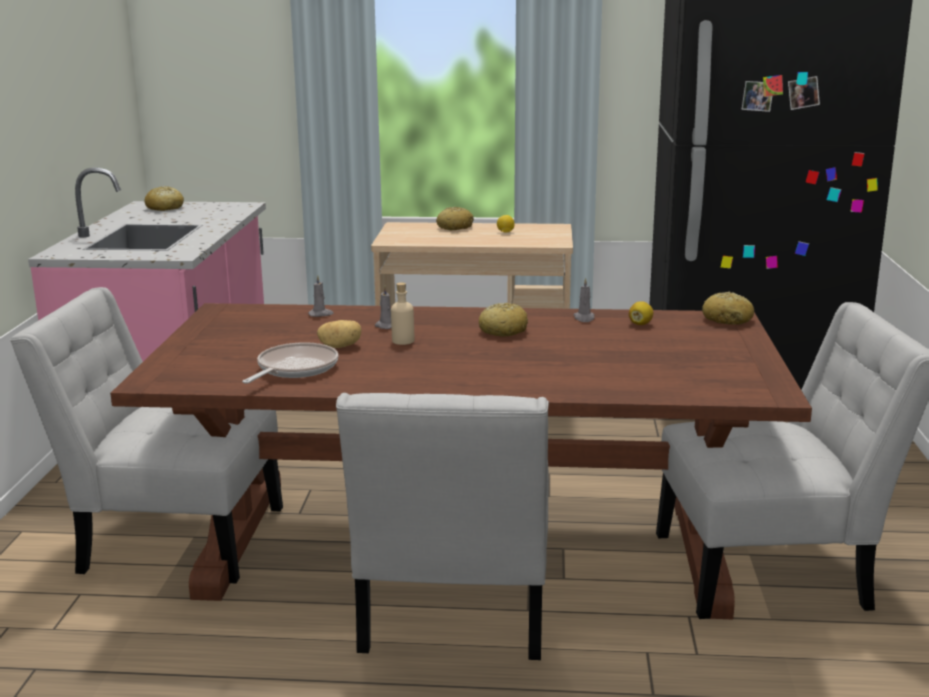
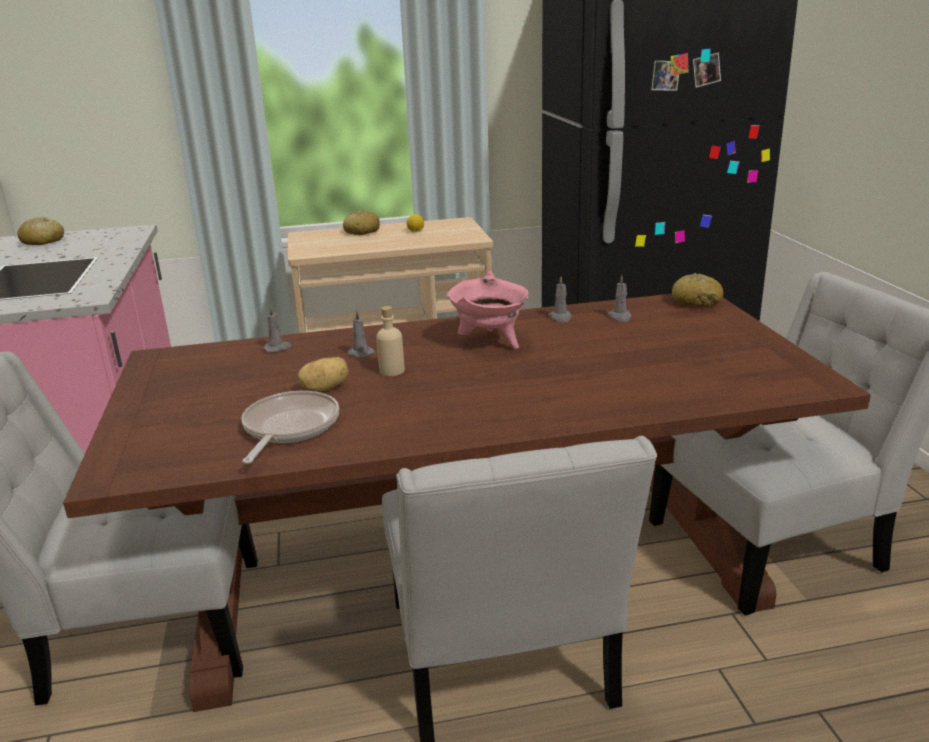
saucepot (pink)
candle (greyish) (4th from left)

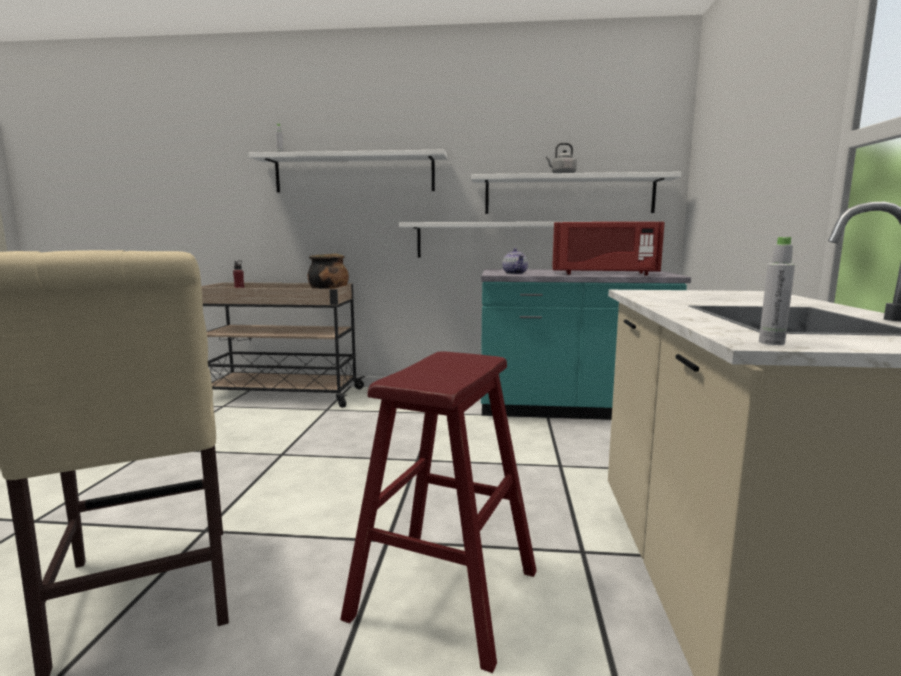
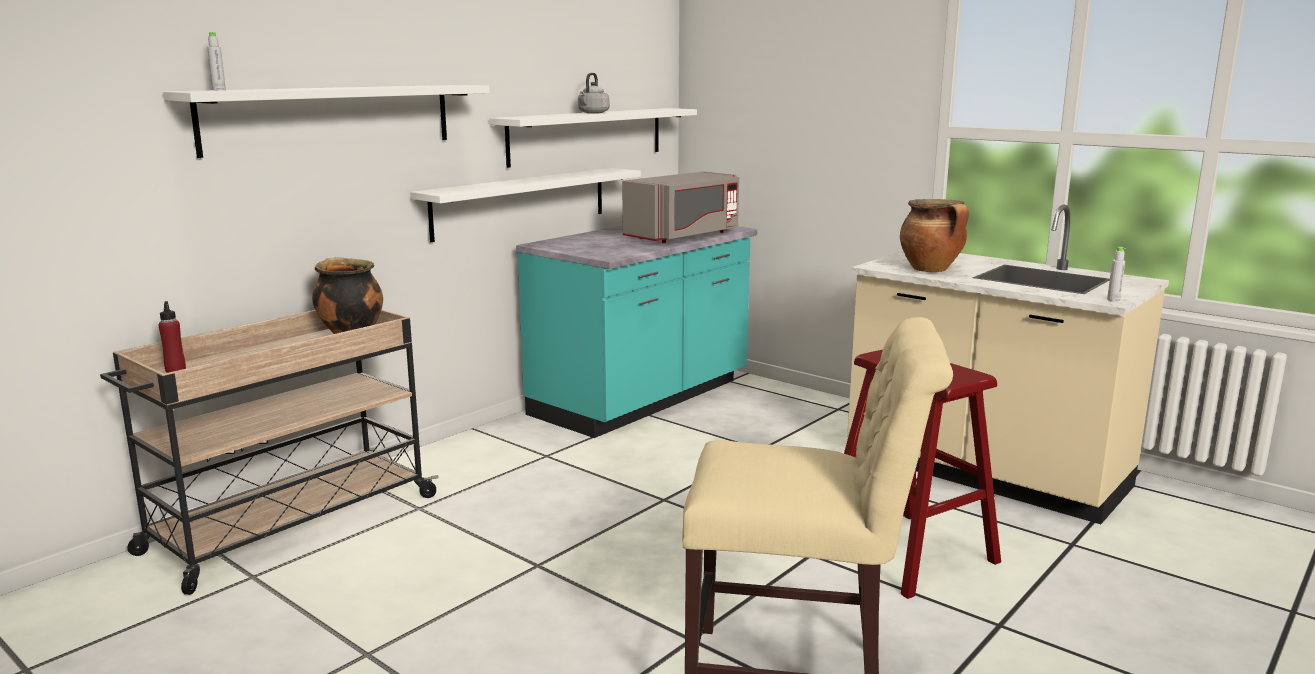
teapot
kitchen microwave (greyish)
saucepot (2nd from left)

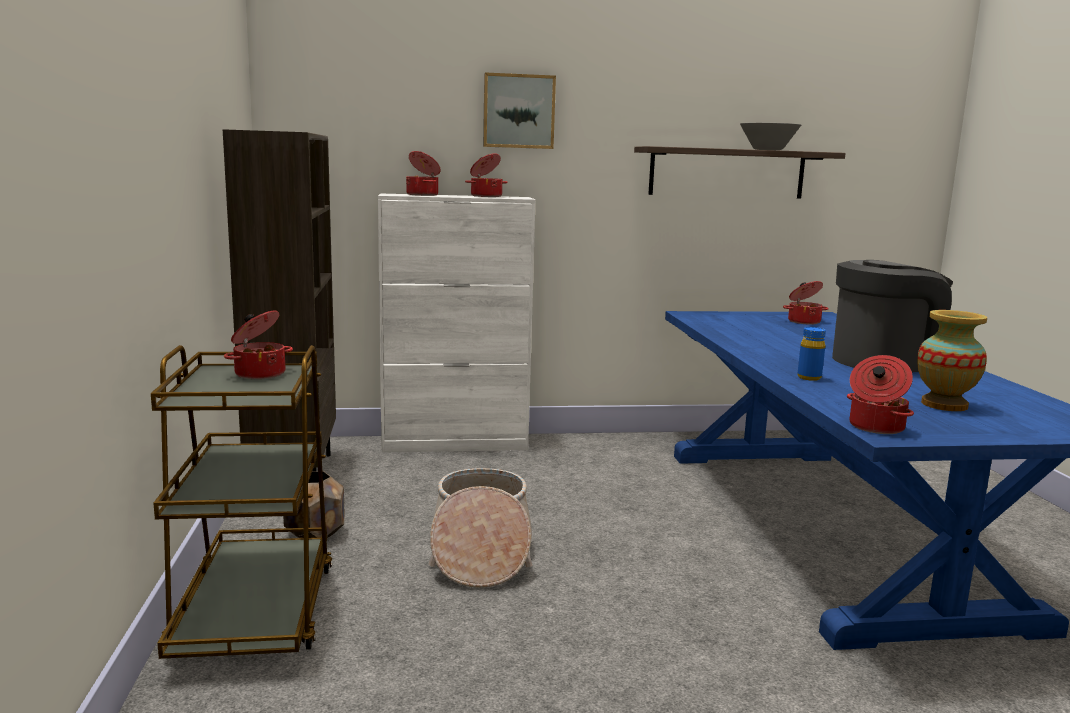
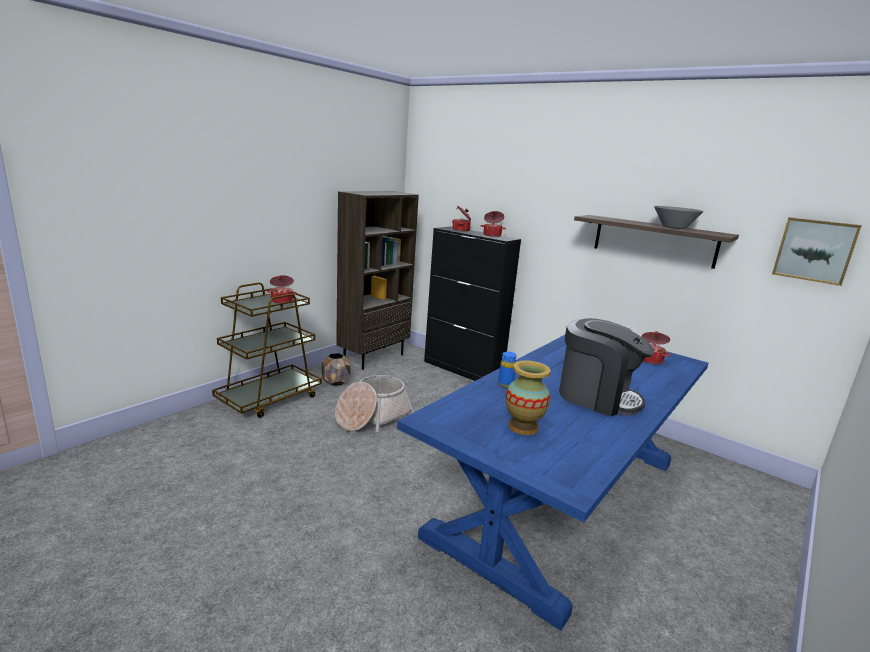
cupboard (blackish)
wall picture
saucepot (5th from left in the first image)

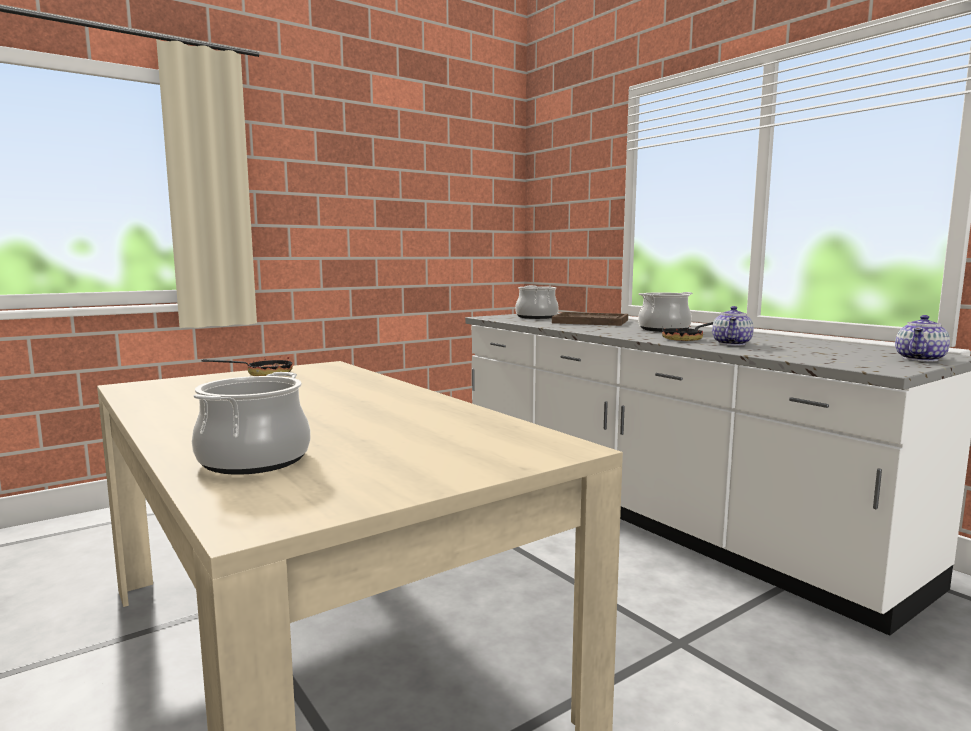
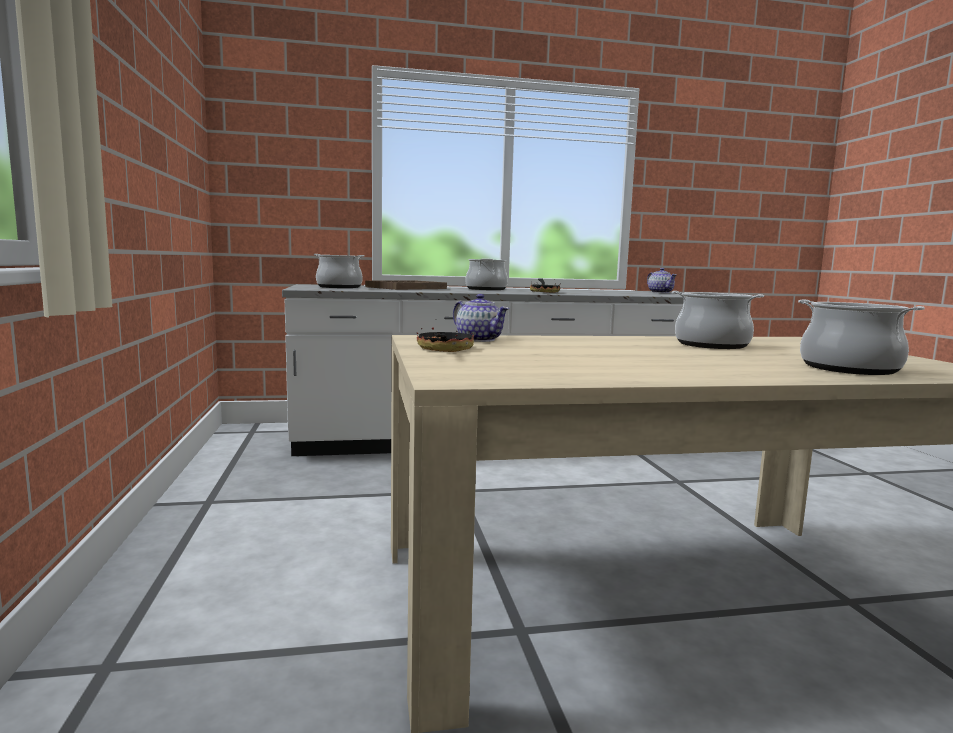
teapot (1st from left)
saucepot (3rd from left)

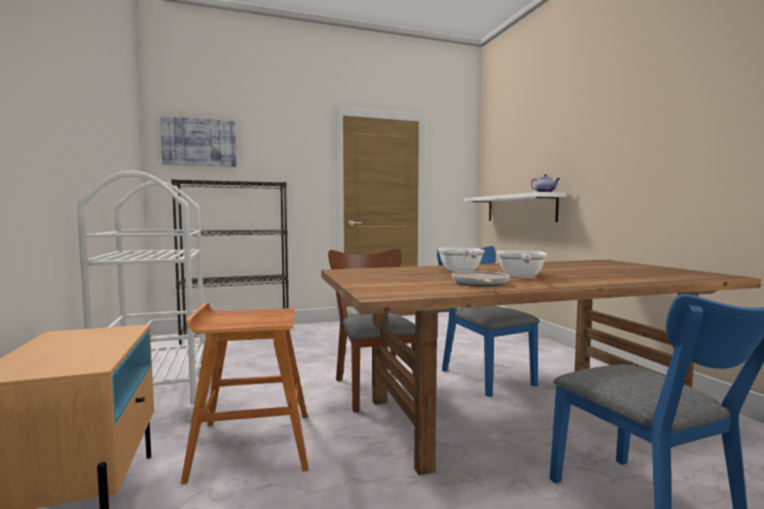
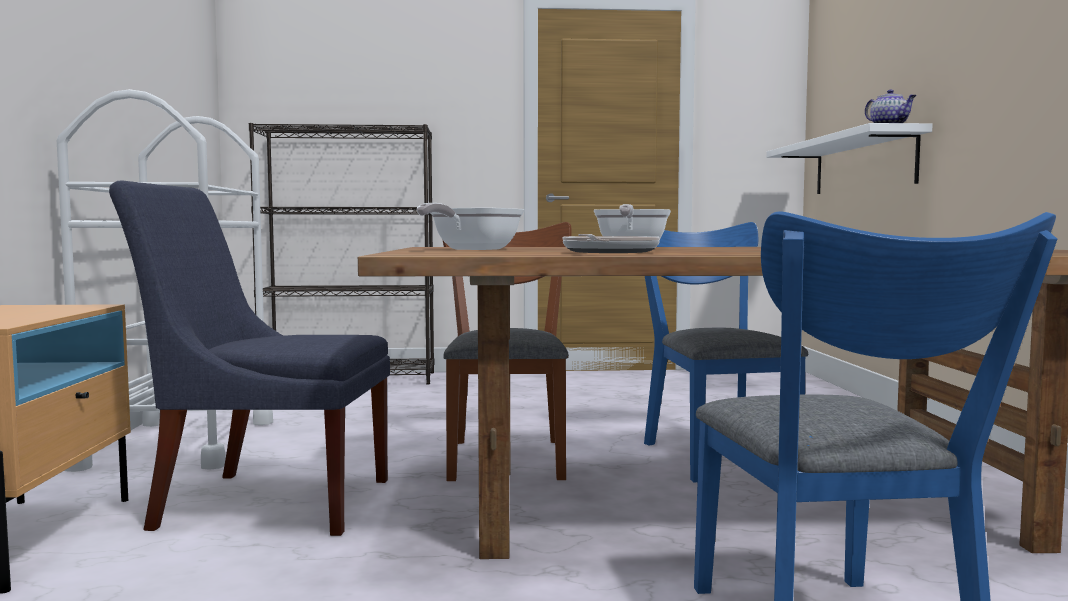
wall picture
upright chair (bluish) (1st from left)
frying pan (1st from left)

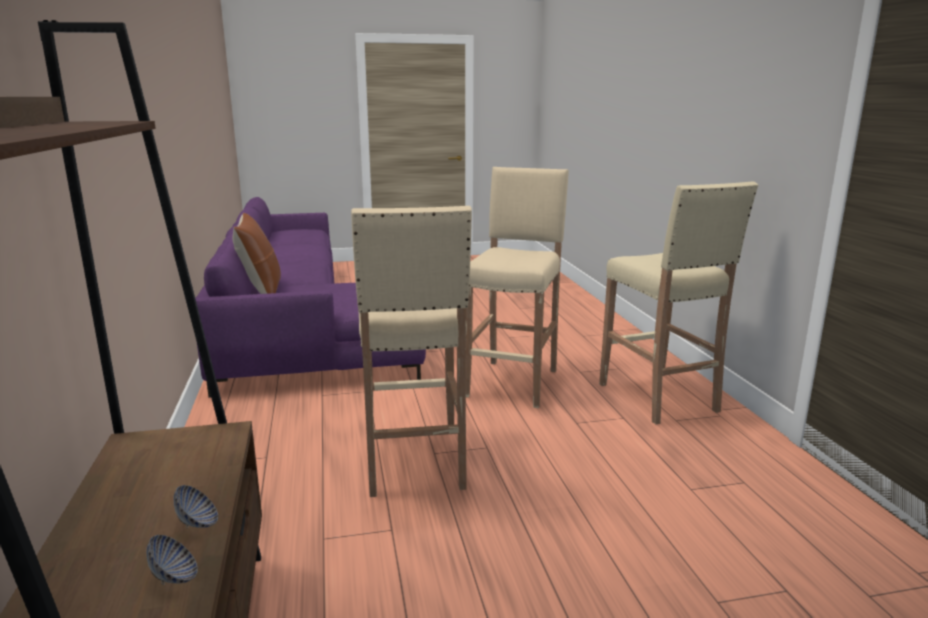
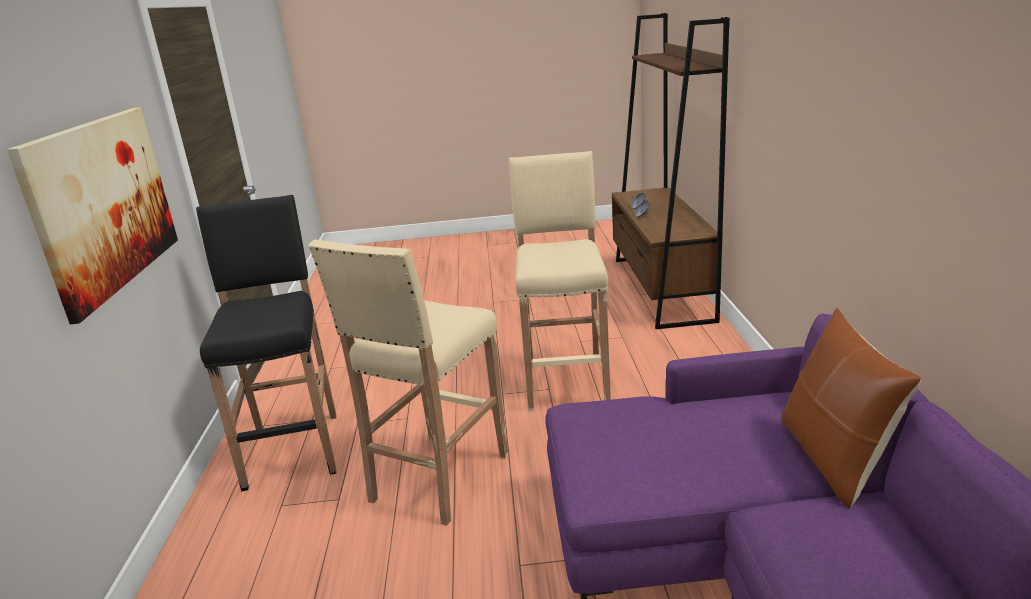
sitting stool (blackish)
wall picture

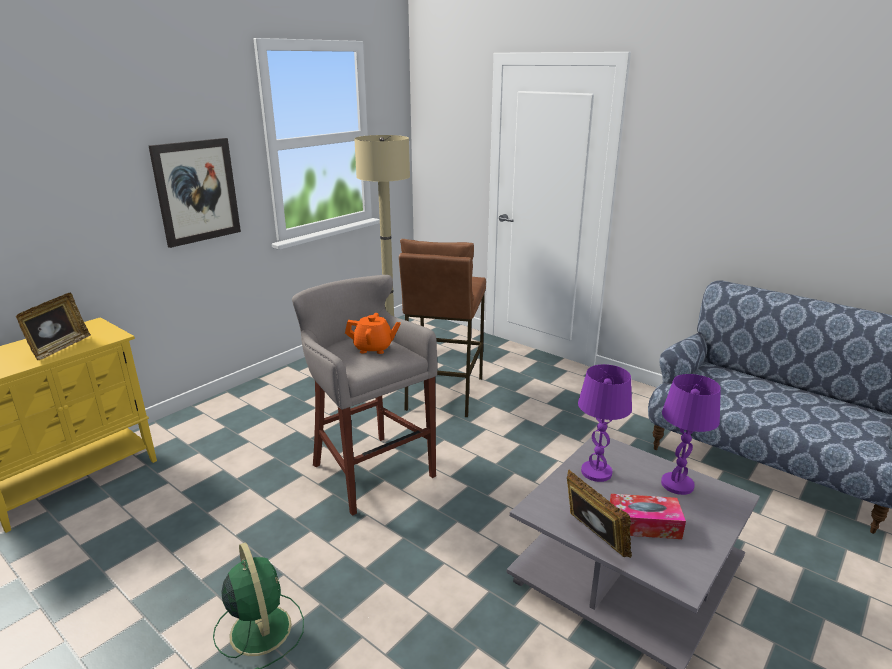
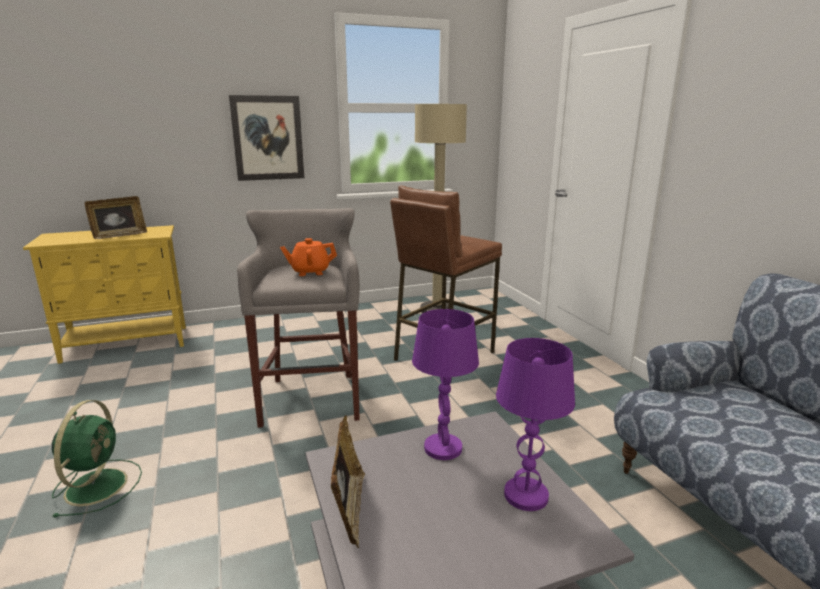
teapot (orange-coloured)
tissue box

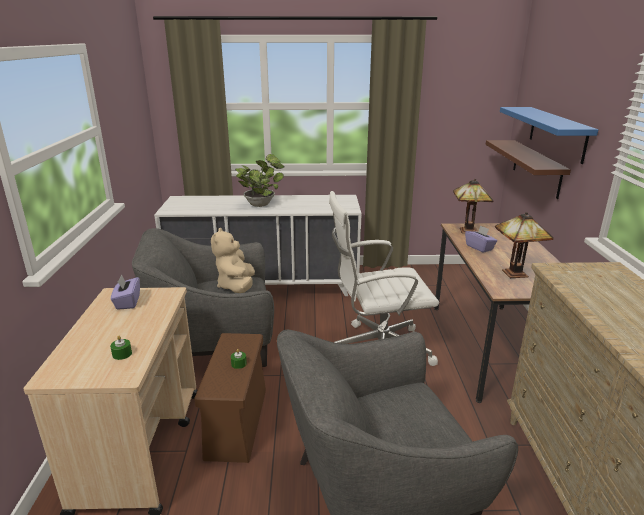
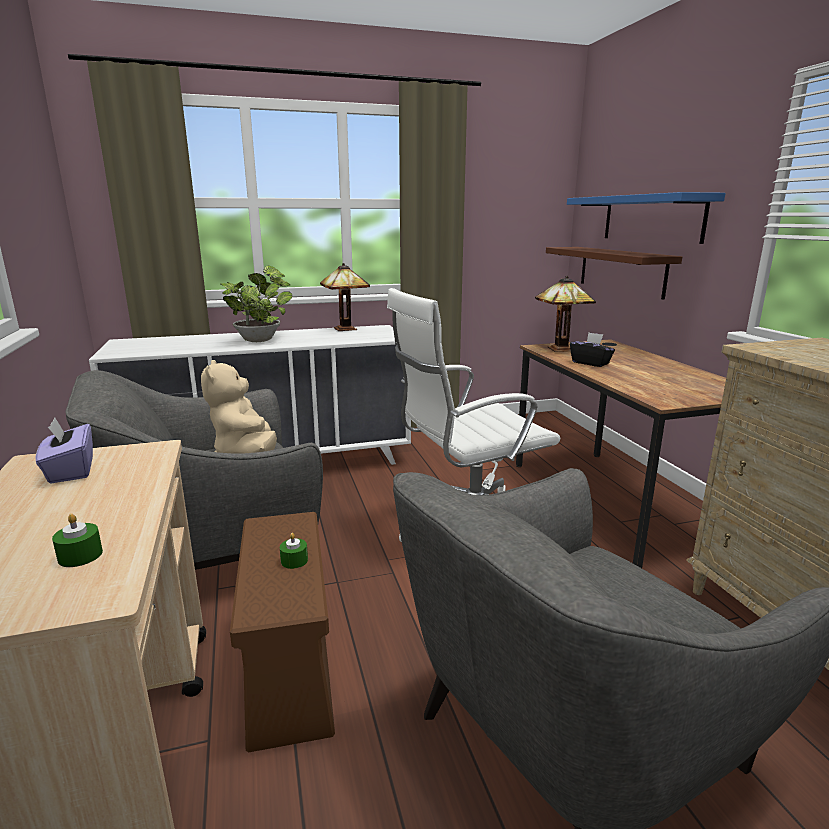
tissue box (blackish)
lamp for a table (1st from left)

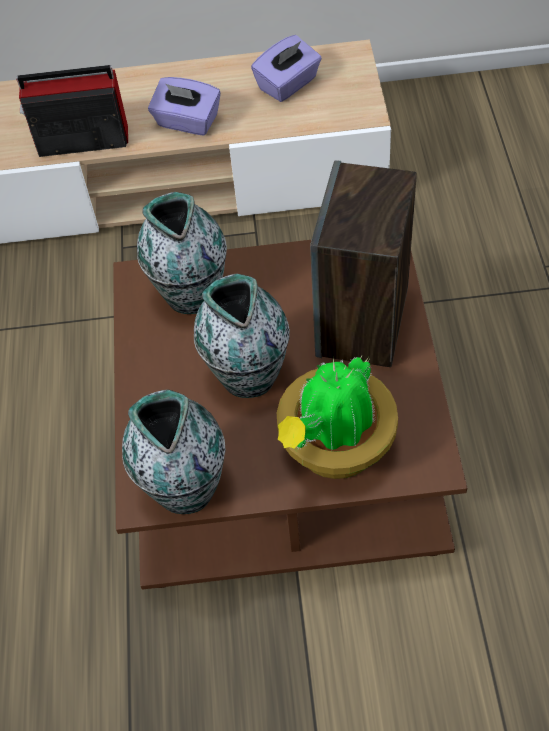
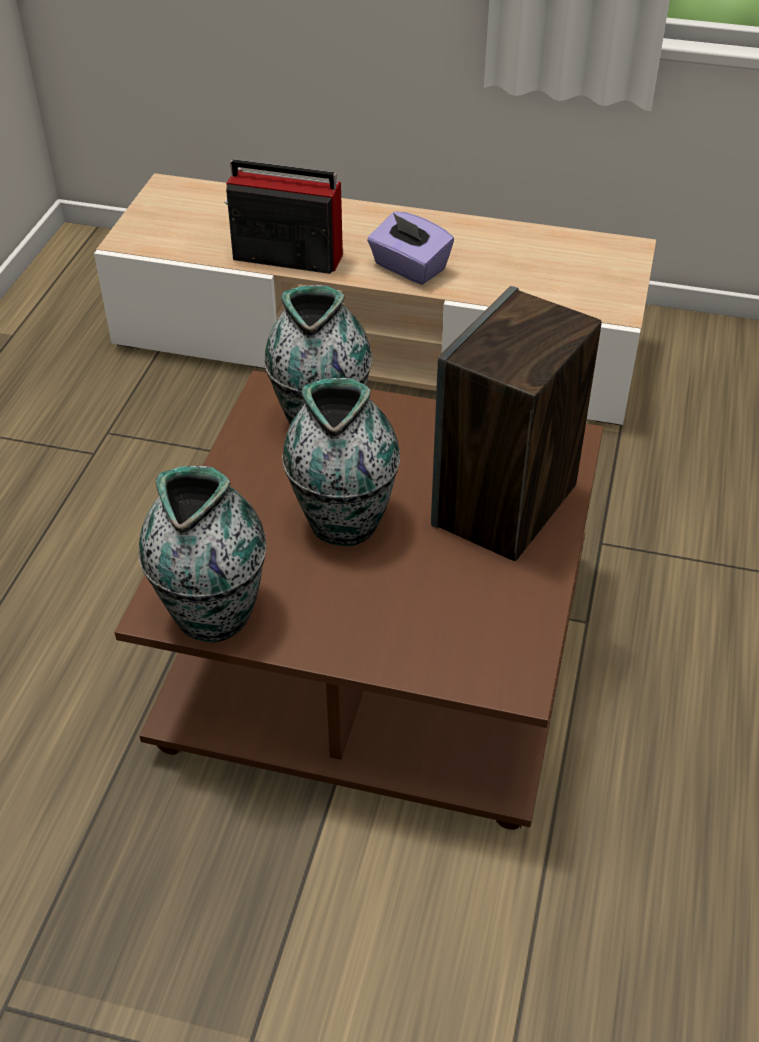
tissue box (purplish) (2nd from left in the first image)
potted plant

